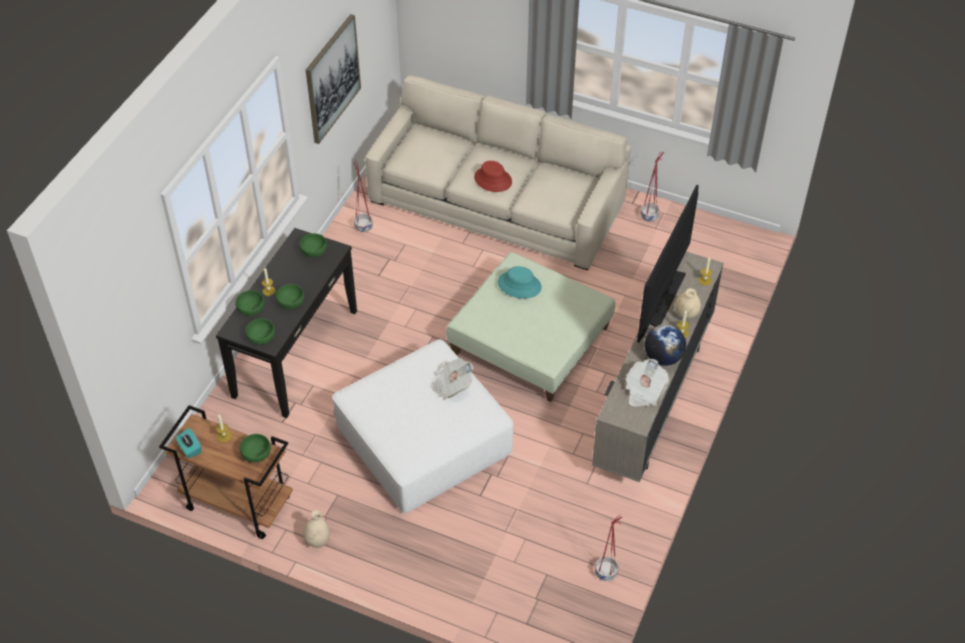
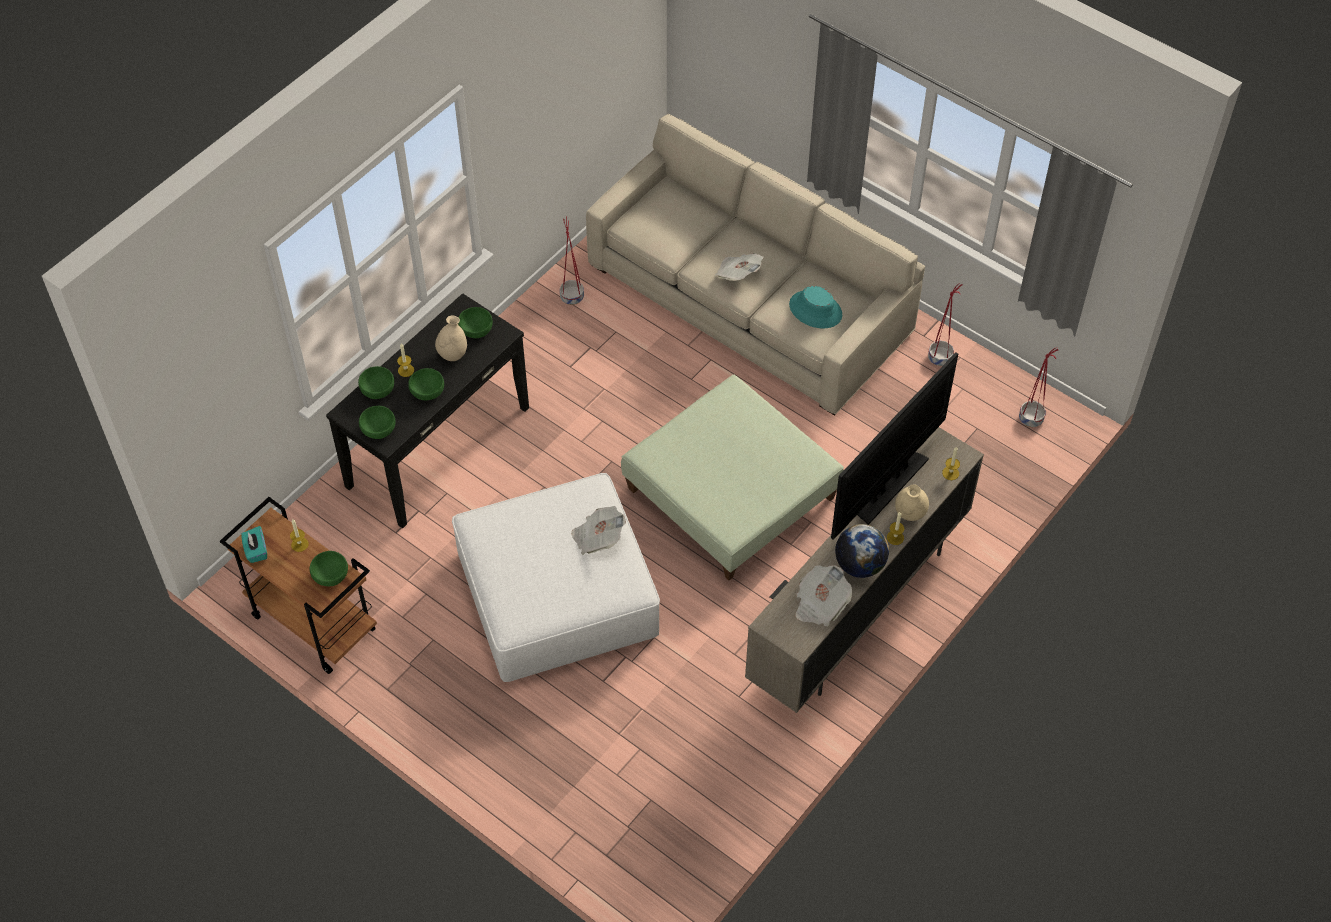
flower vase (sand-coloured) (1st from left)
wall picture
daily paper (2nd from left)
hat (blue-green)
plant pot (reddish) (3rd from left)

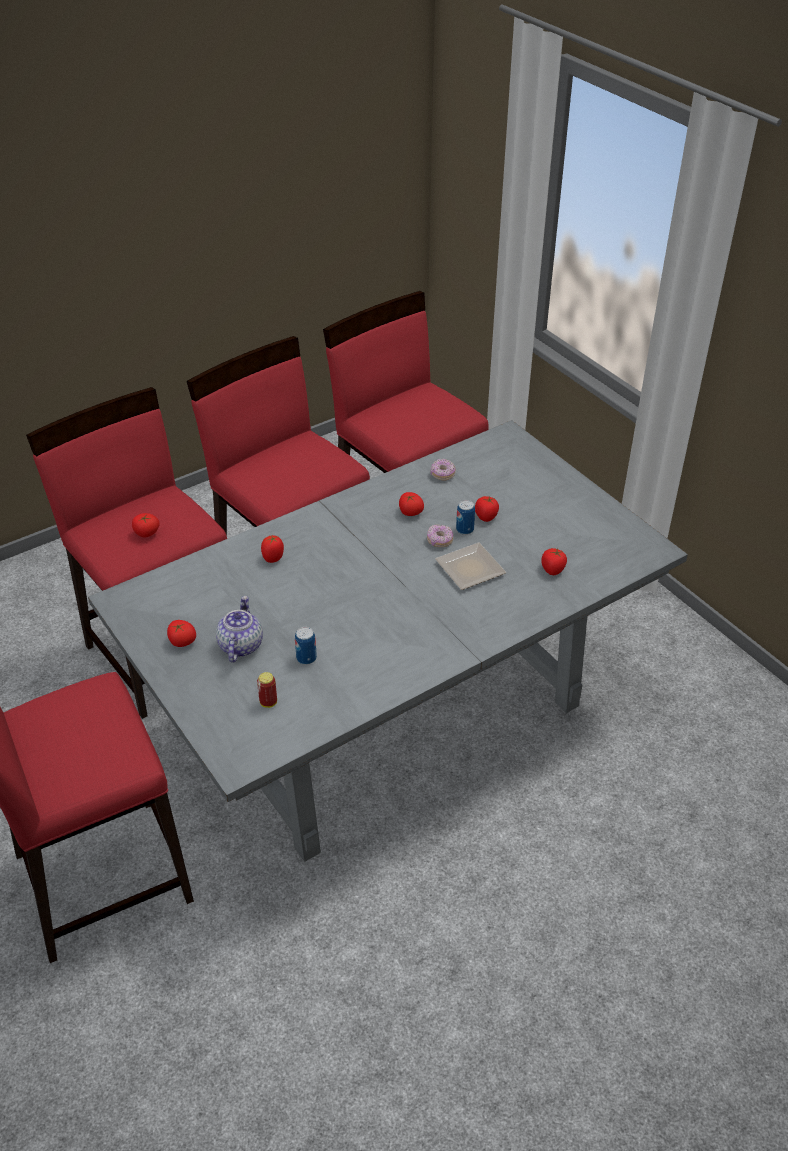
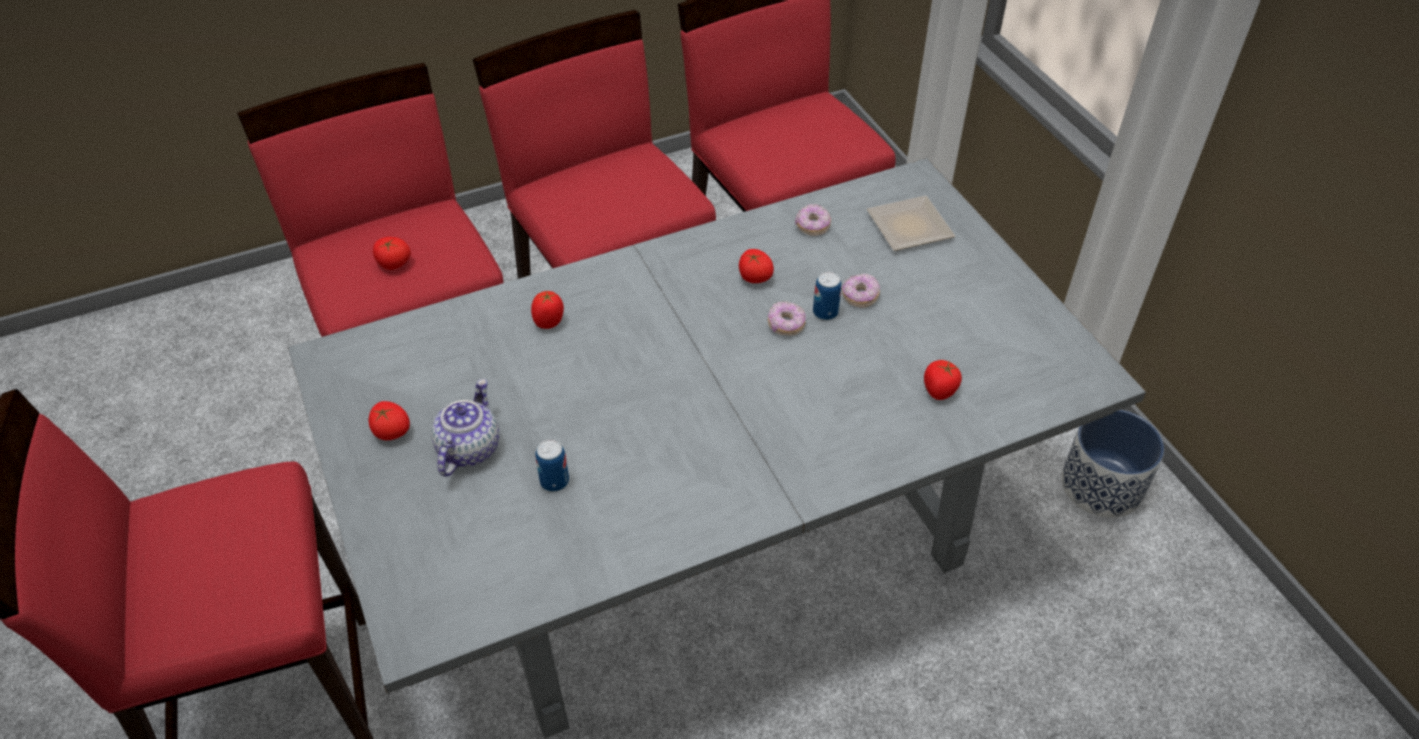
sealed can (1st from left in the first image)
plate
donut (3rd from left)
plant pot

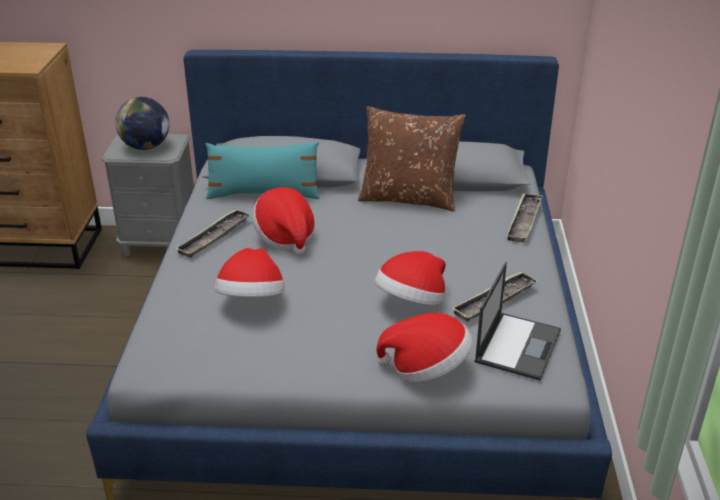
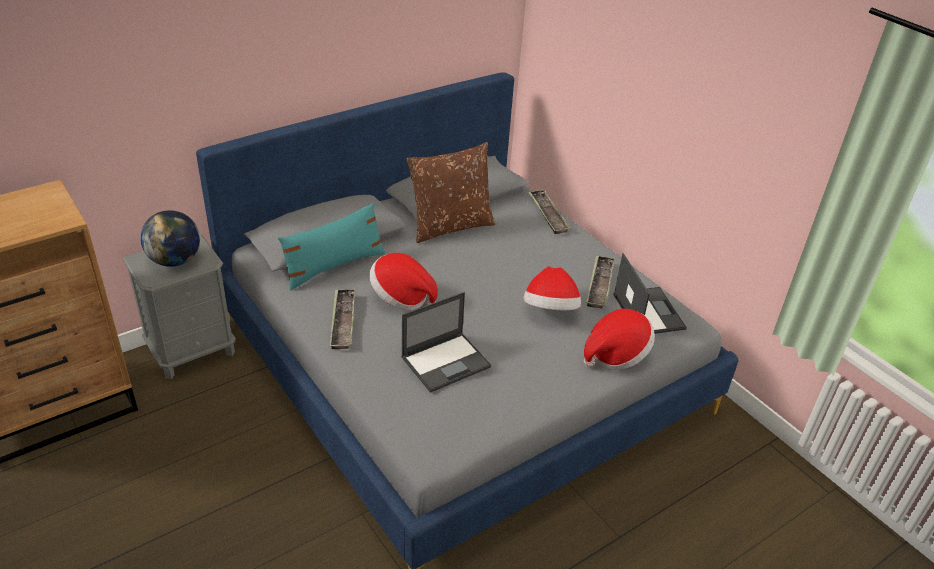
laptop (1st from left)

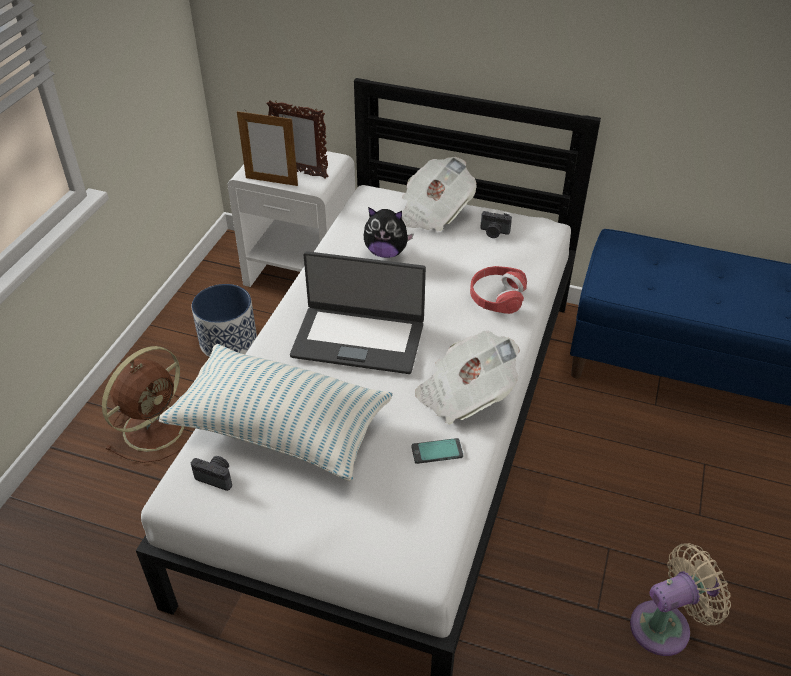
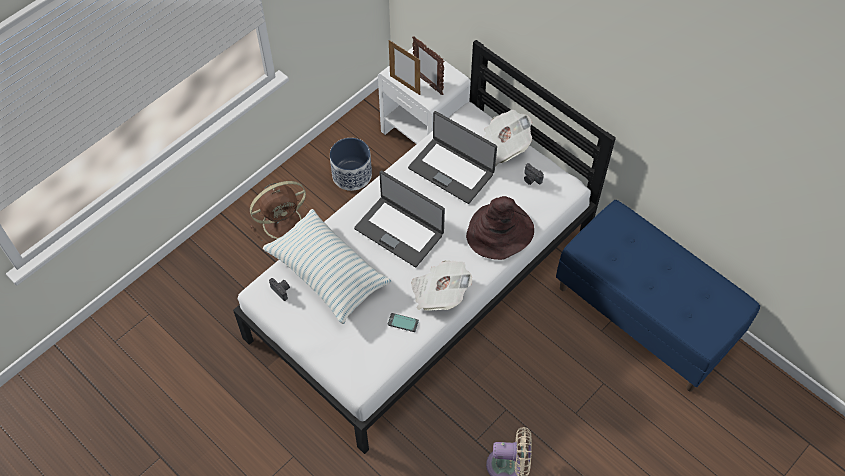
laptop (2nd from left)
hat (brown-coloured)

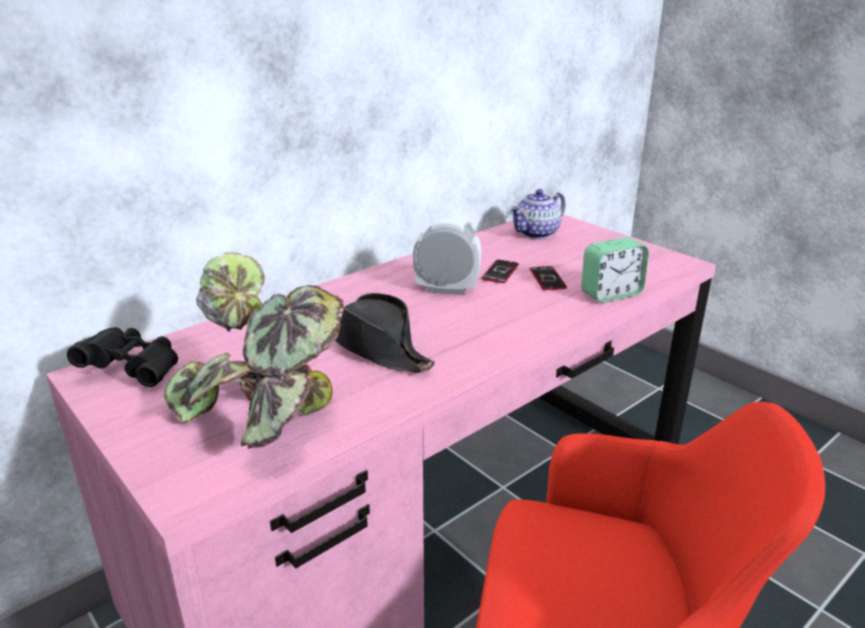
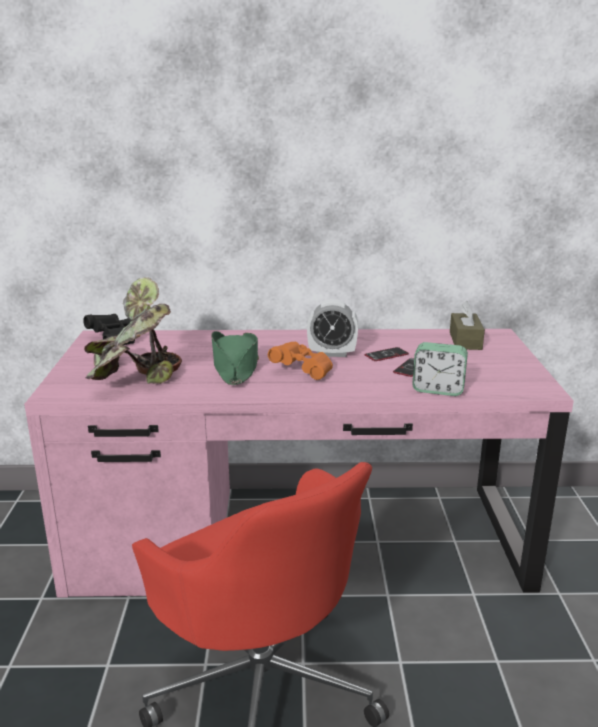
hat (green-coloured)
alarm clock (1st from left)
tissue box (brown-coloured)
binoculars (orange-coloured)

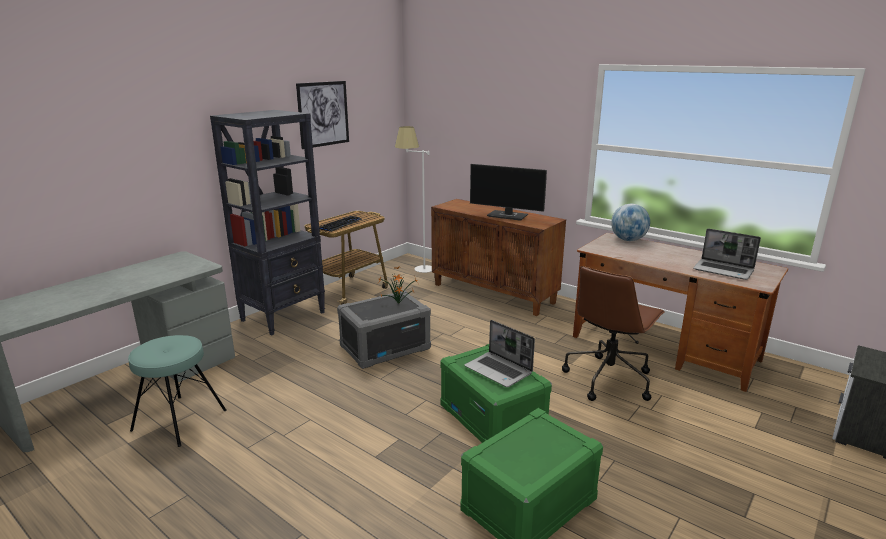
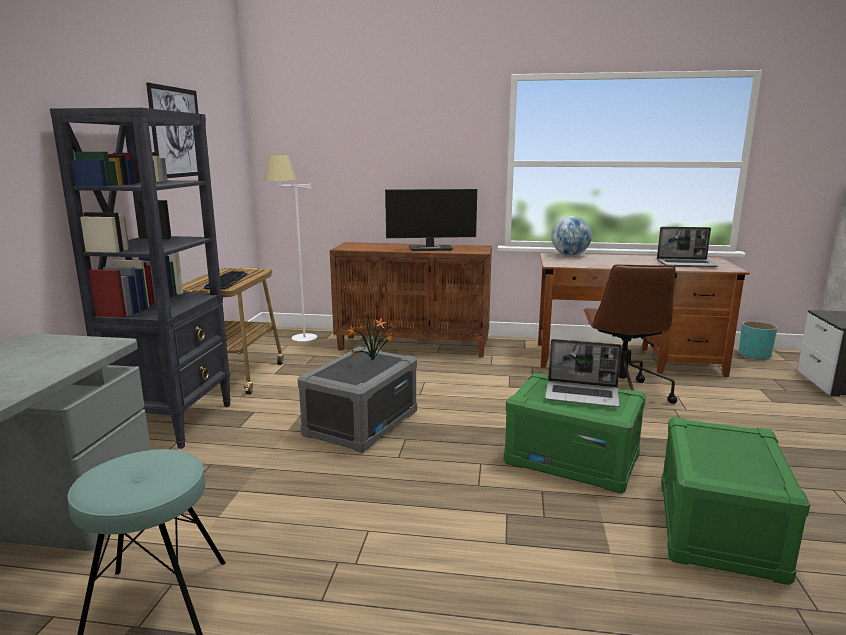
plant pot (blue-green)

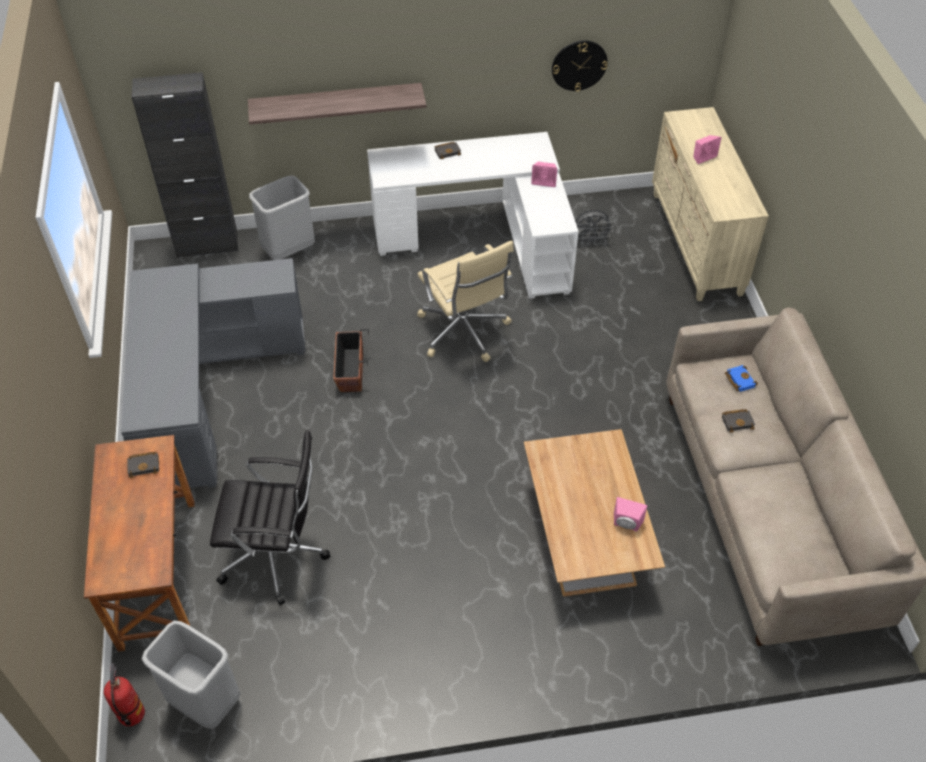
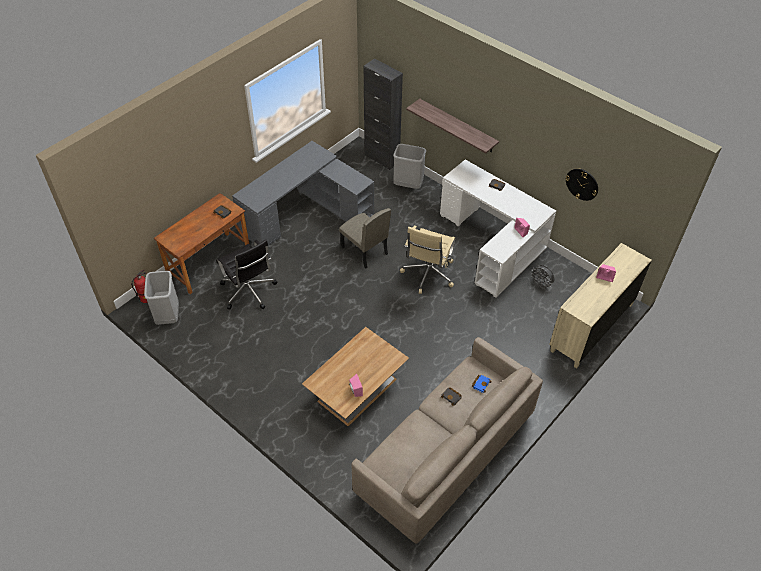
upright chair (sand-coloured)

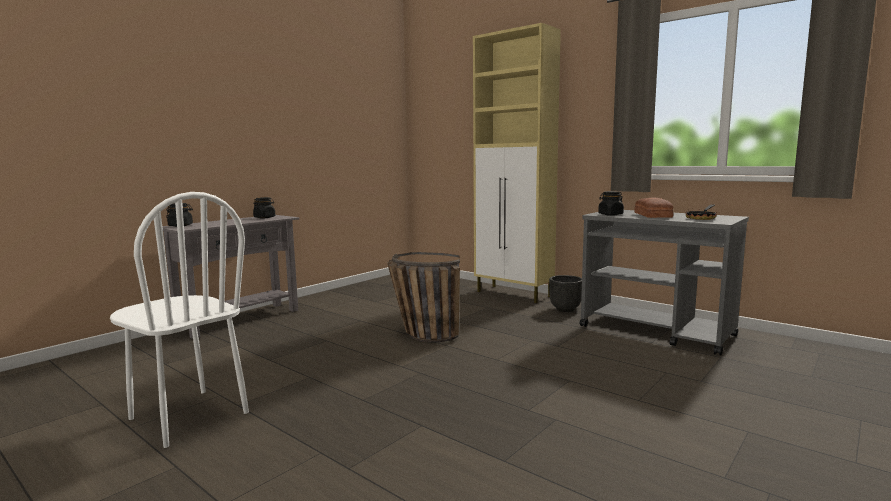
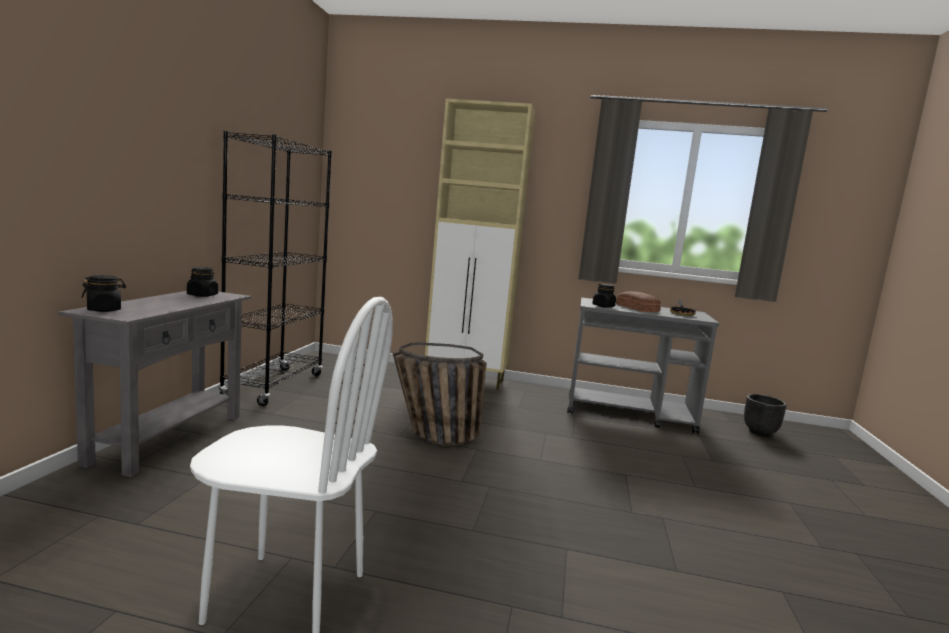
plant pot (blackish)
shelving unit (blackish)

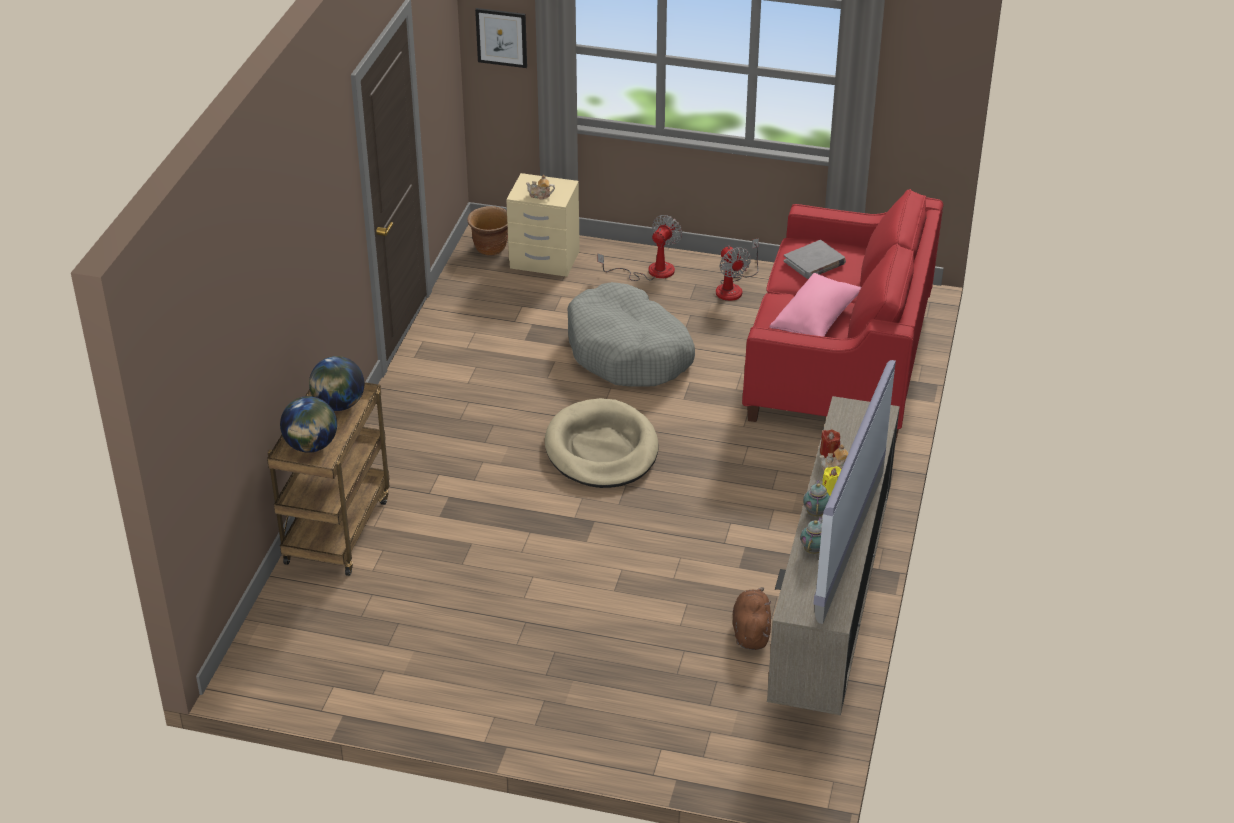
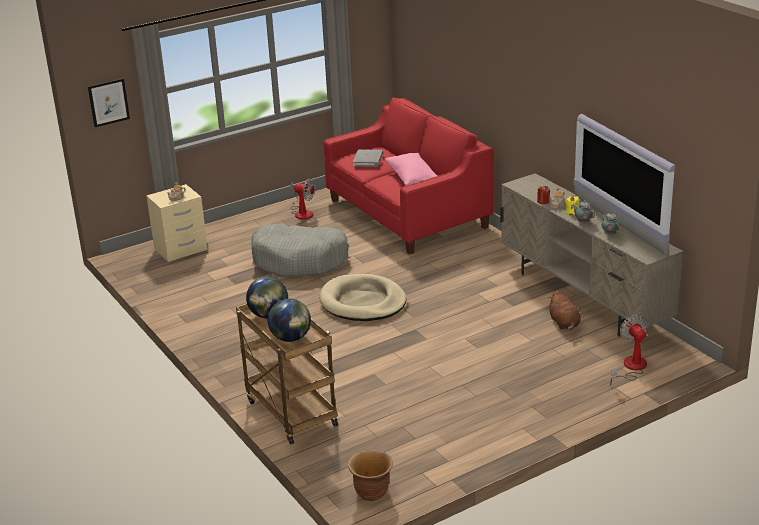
plant pot (brown-coloured)
cooling fan (2nd from left)
soft toy (brown-coloured)

